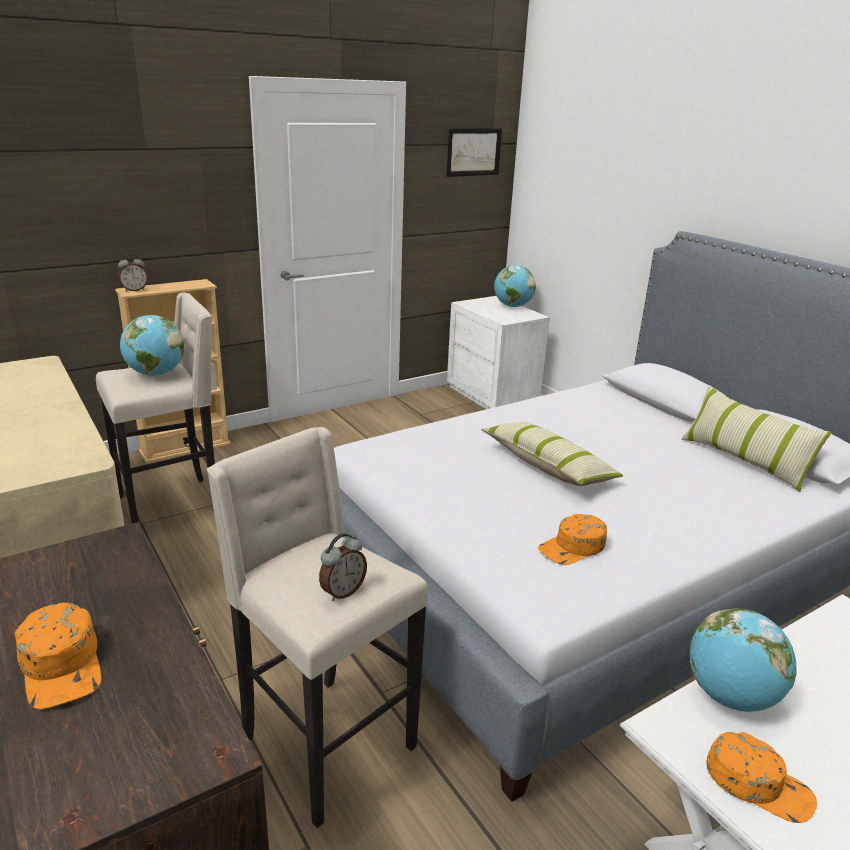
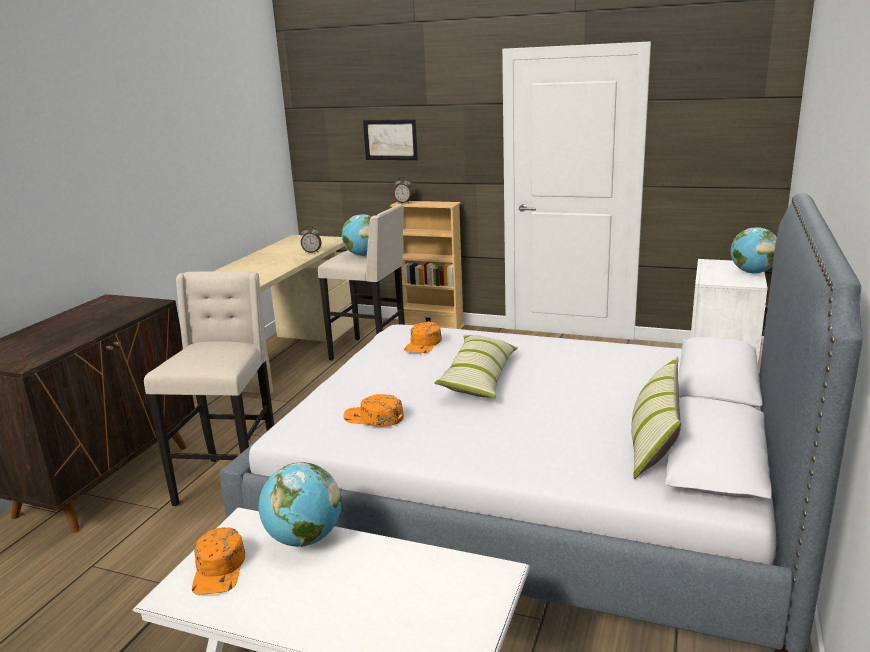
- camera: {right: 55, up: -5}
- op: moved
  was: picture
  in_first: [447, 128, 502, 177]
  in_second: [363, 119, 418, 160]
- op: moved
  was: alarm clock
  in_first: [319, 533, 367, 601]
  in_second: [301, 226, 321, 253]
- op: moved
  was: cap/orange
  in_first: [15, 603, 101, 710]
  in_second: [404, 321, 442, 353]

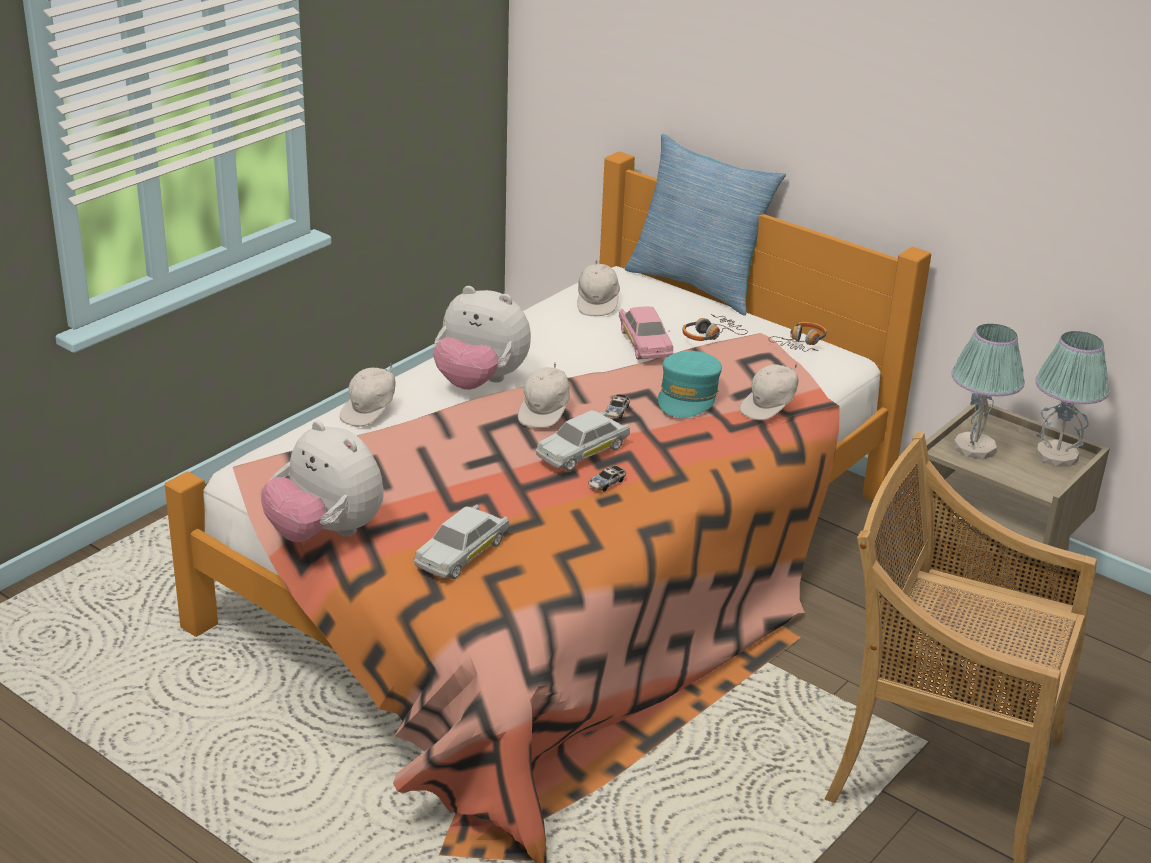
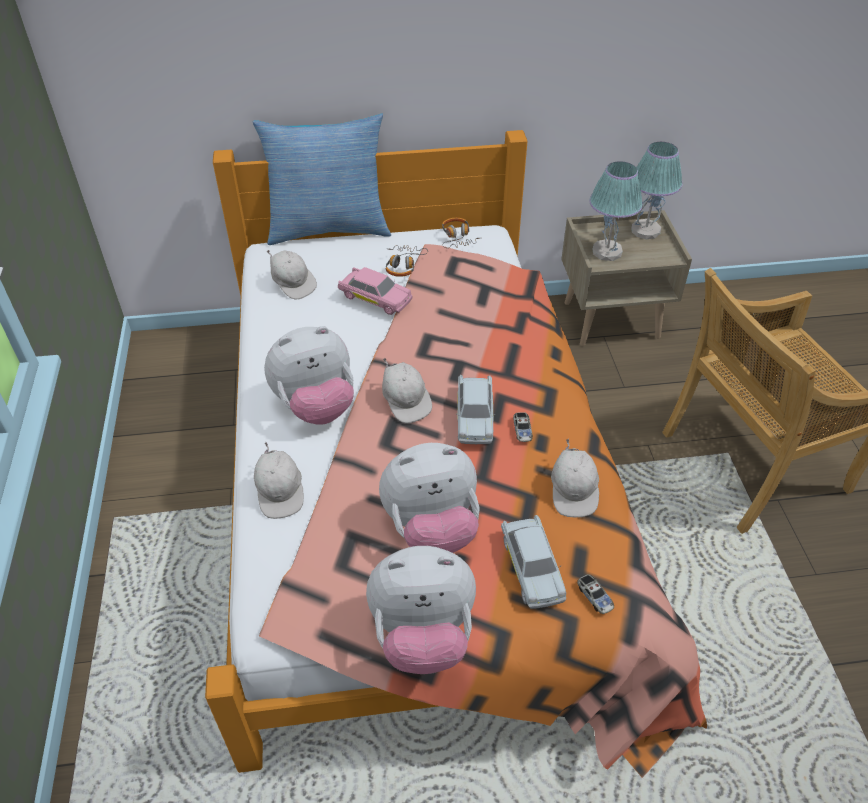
- camera: {right: -45, up: 15}
- op: removed
  was: cap/turquoise
  in_first: [658, 351, 722, 418]
- op: moved
  was: cap/white
  in_first: [739, 364, 799, 420]
  in_second: [551, 439, 599, 518]
- op: moved
  was: toy car
  in_first: [606, 394, 630, 418]
  in_second: [577, 574, 614, 614]
- op: added
  now: plush toy
  in_second: [379, 443, 480, 553]

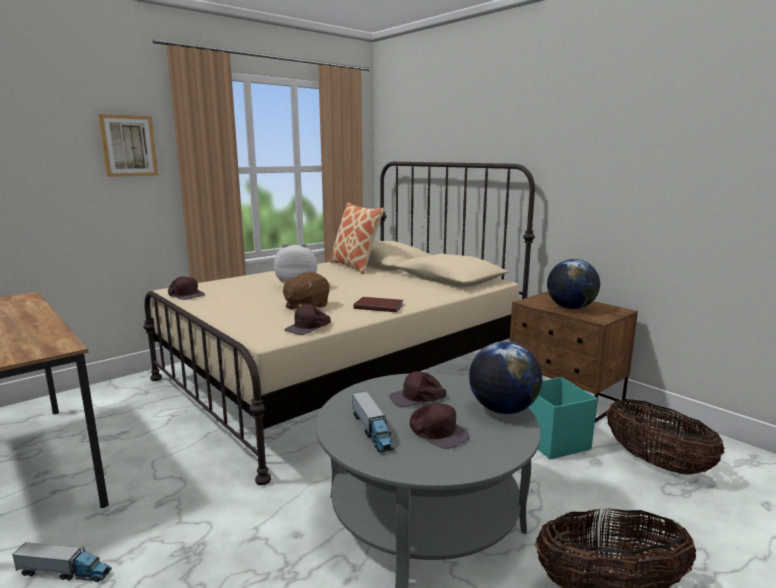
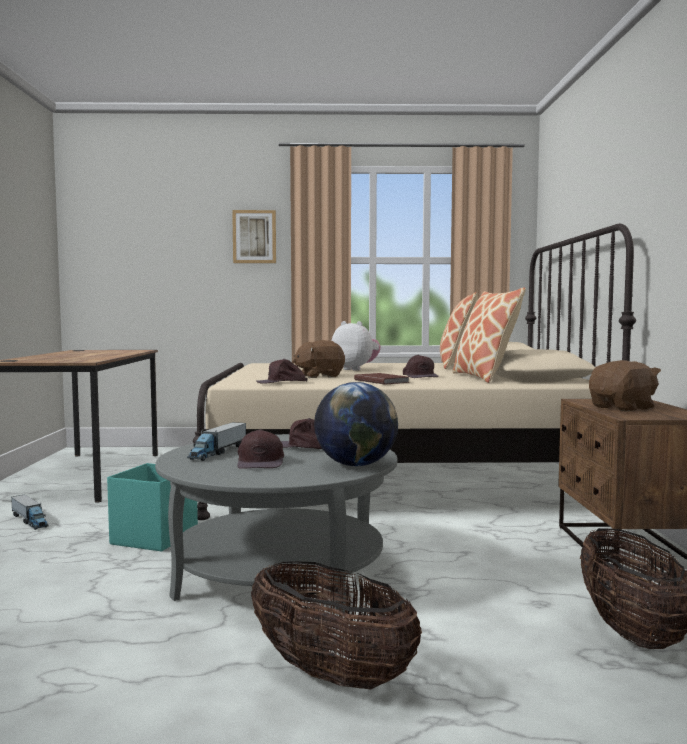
- camera: {right: 40, up: -10}
- op: replaced
  was: globe
  now: plush toy/brown
  in_first: [547, 259, 600, 309]
  in_second: [589, 360, 661, 412]
- op: moved
  was: cap/brown
  in_first: [168, 276, 205, 300]
  in_second: [403, 355, 439, 378]
- op: moved
  was: storage box/turquoise
  in_first: [528, 377, 597, 459]
  in_second: [107, 463, 198, 551]
- op: added
  now: pillow
  in_second: [452, 287, 526, 383]

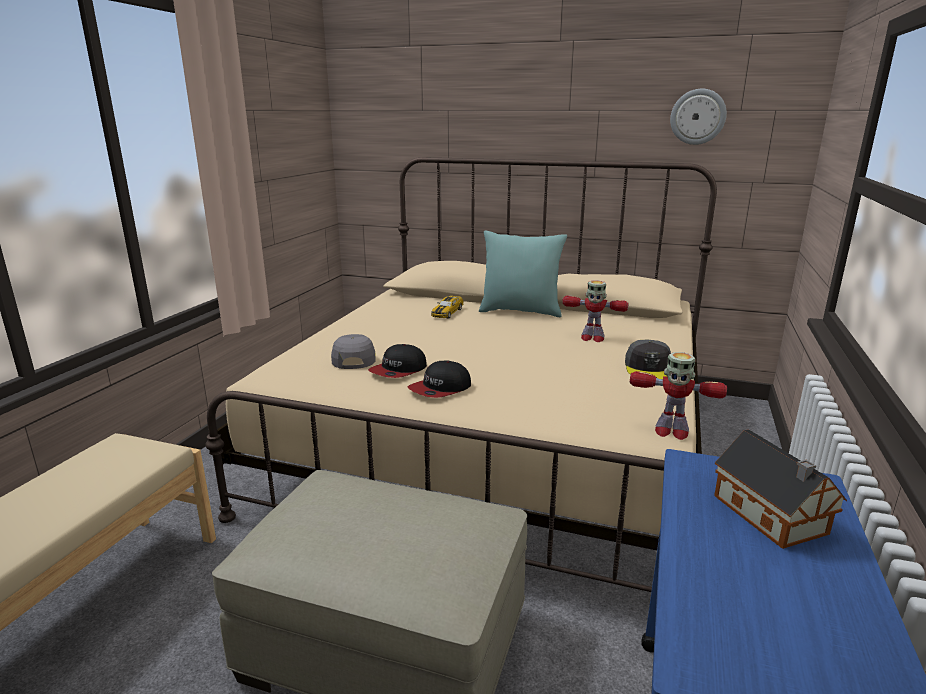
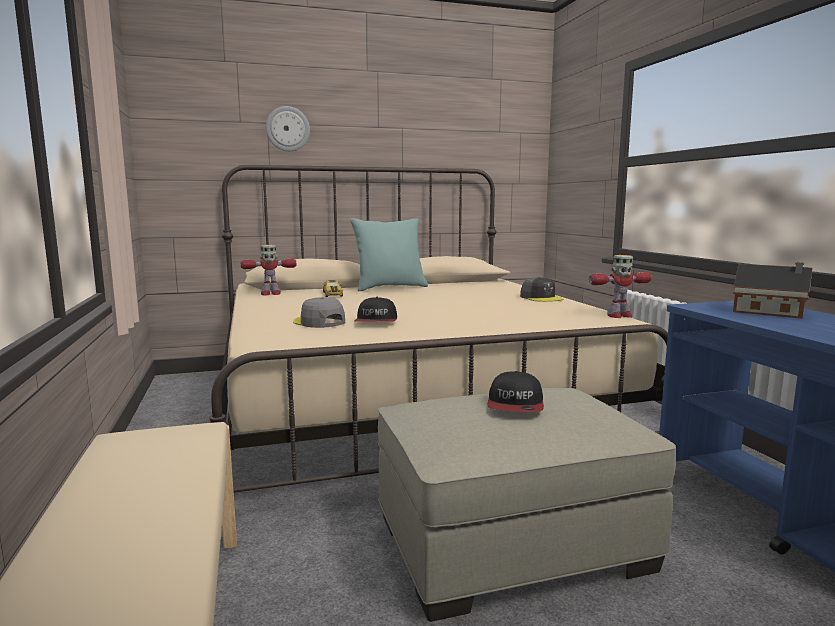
- camera: {right: -35, up: -10}
- op: moved
  was: wall clock
  in_first: [670, 89, 727, 145]
  in_second: [266, 106, 310, 151]
- op: moved
  was: toy robot
  in_first: [562, 280, 629, 342]
  in_second: [241, 245, 296, 296]
- op: moved
  was: cap
  in_first: [408, 361, 471, 398]
  in_second: [488, 371, 544, 412]

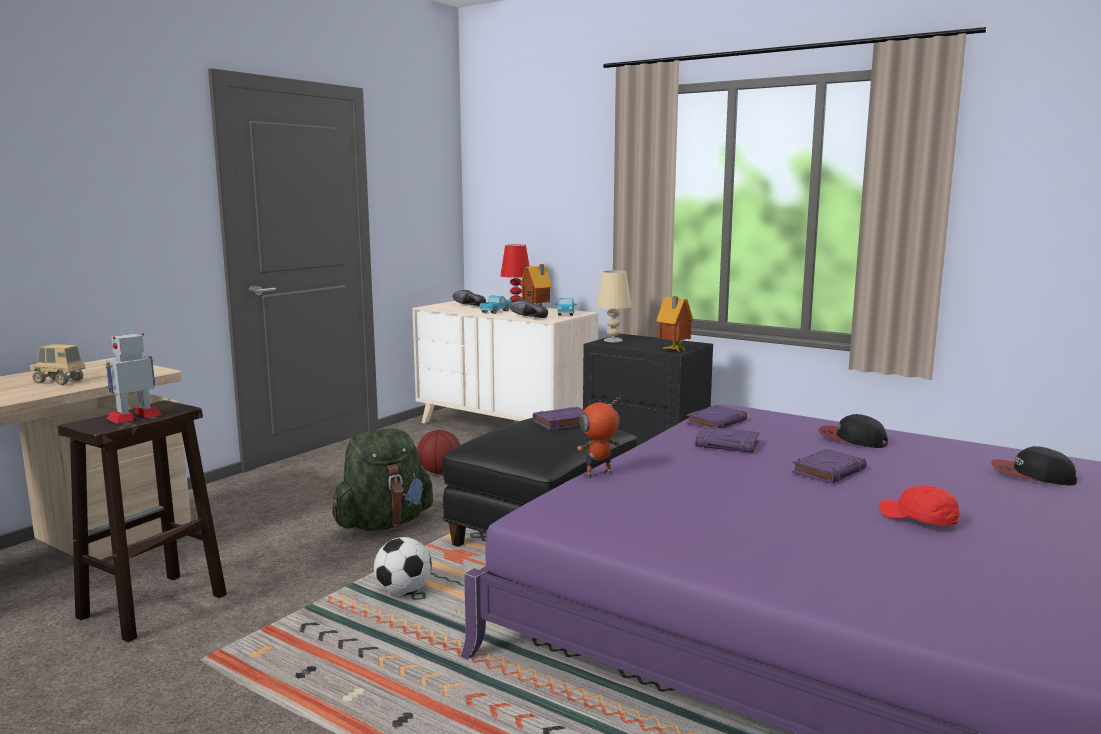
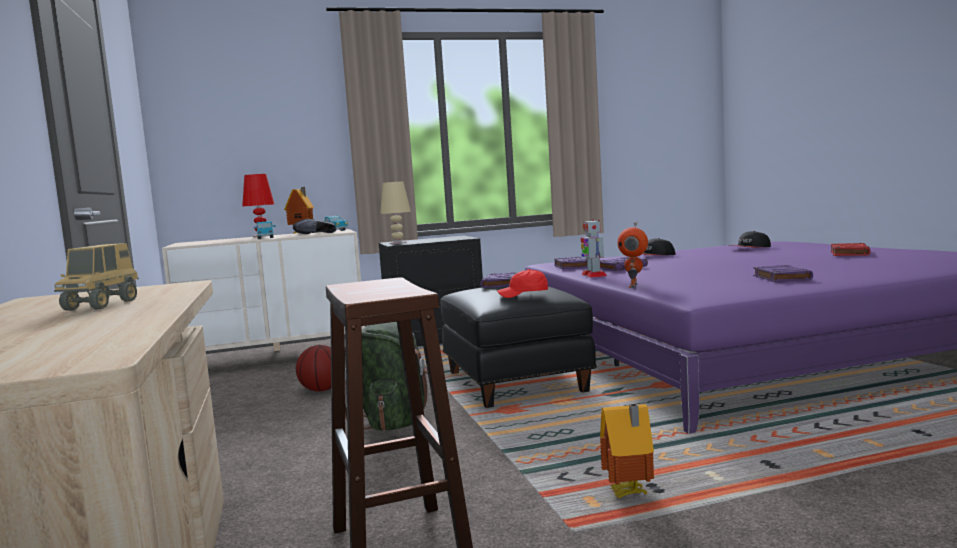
- camera: {right: -50, up: -5}
- op: removed
  was: shoe/black
  in_first: [452, 290, 486, 306]
- op: moved
  was: toy house
  in_first: [656, 296, 694, 352]
  in_second: [600, 404, 654, 498]
- op: moved
  was: toy robot
  in_first: [104, 333, 162, 423]
  in_second: [581, 219, 607, 278]
- op: turned
  was: toy truck
  in_first: [29, 344, 85, 385]
  in_second: [54, 243, 139, 311]
  clockwise: -45
- op: moved
  was: book/purple
  in_first: [792, 449, 867, 484]
  in_second: [753, 265, 813, 283]
- op: moved
  was: cap/red
  in_first: [879, 485, 960, 526]
  in_second: [497, 269, 548, 298]
- op: removed
  was: football
  in_first: [374, 537, 432, 596]
- op: added
  now: book/red
  in_second: [831, 243, 871, 256]

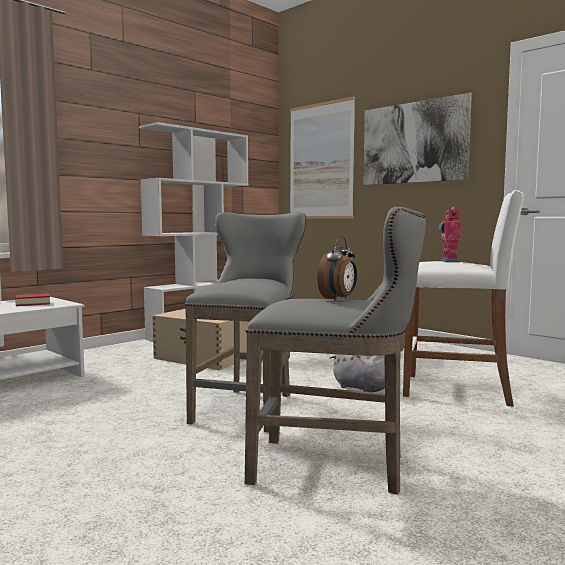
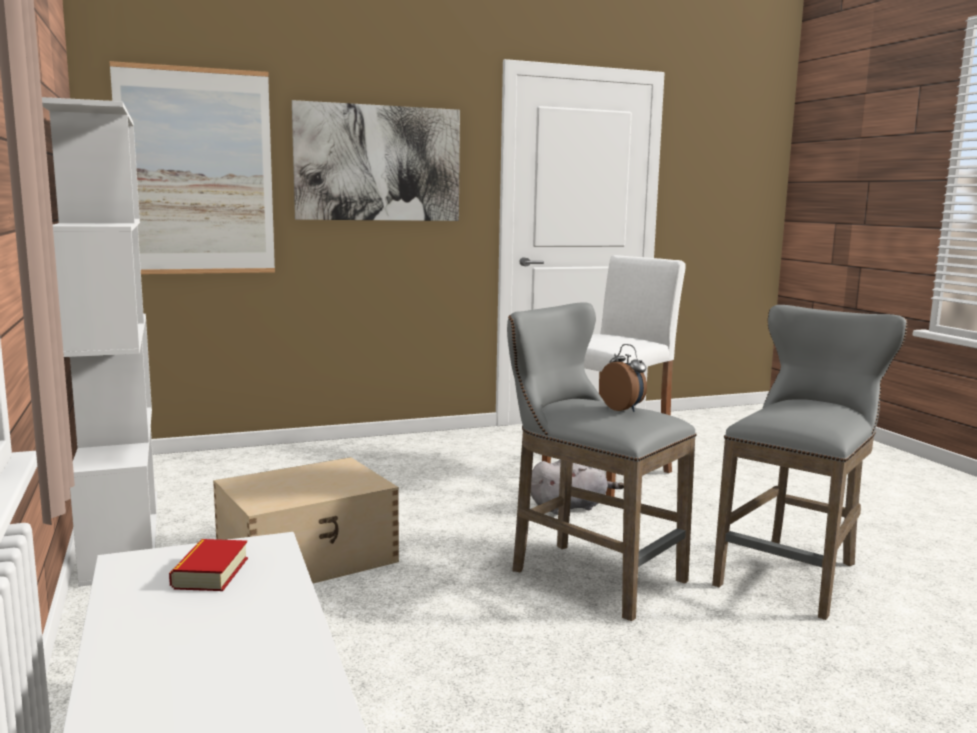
- camera: {right: -65, up: 5}
- op: removed
  was: toy robot
  in_first: [439, 207, 461, 262]
- op: moved
  was: alarm clock
  in_first: [317, 237, 357, 301]
  in_second: [599, 344, 647, 412]

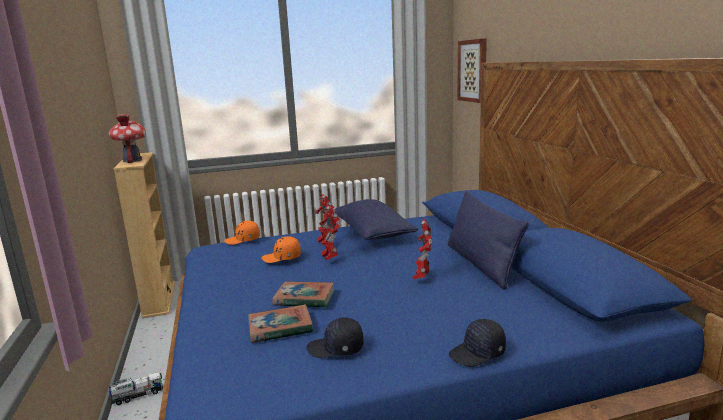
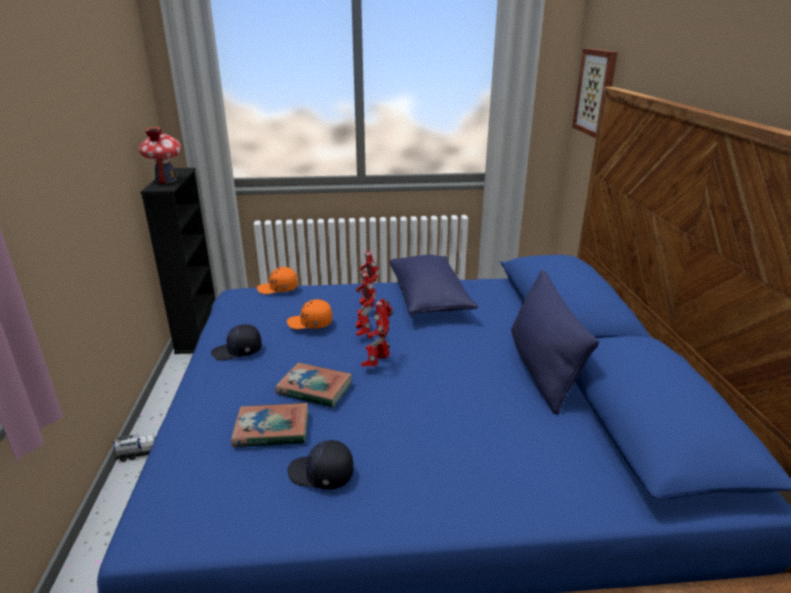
- camera: {right: 10, up: 10}
- op: recoloured
  was: bookcase/beige
  now: bookcase/black
  in_first: [113, 152, 175, 318]
  in_second: [141, 168, 215, 354]
- op: moved
  was: toy robot
  in_first: [413, 219, 432, 280]
  in_second: [361, 298, 393, 367]
- op: moved
  was: cap/black
  in_first: [449, 319, 506, 367]
  in_second: [211, 324, 262, 361]

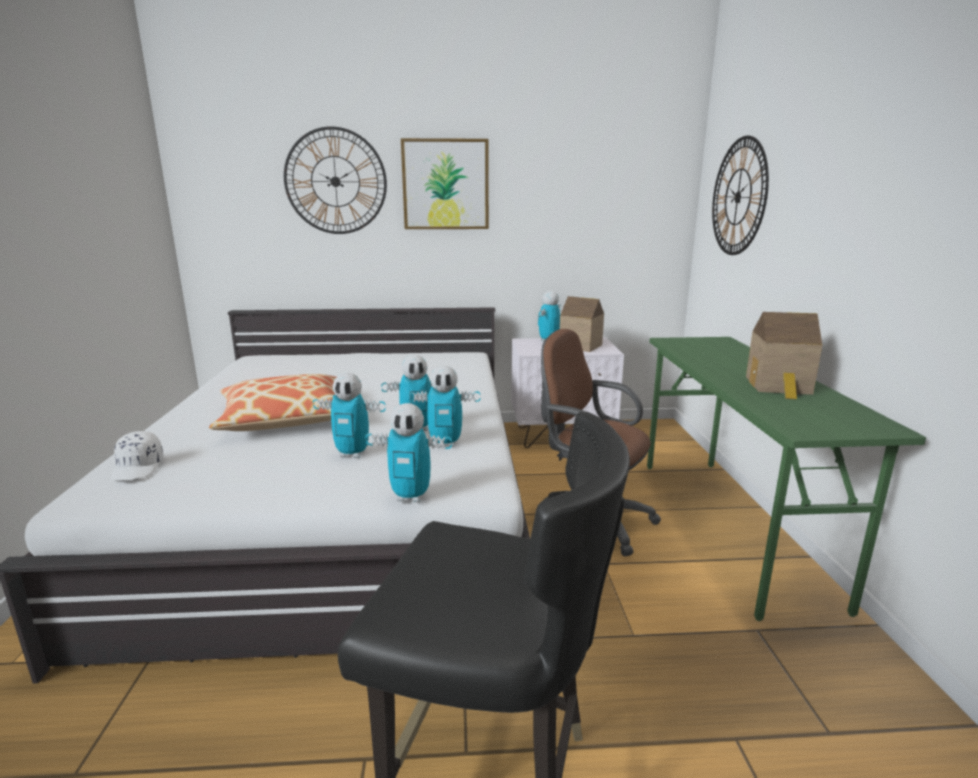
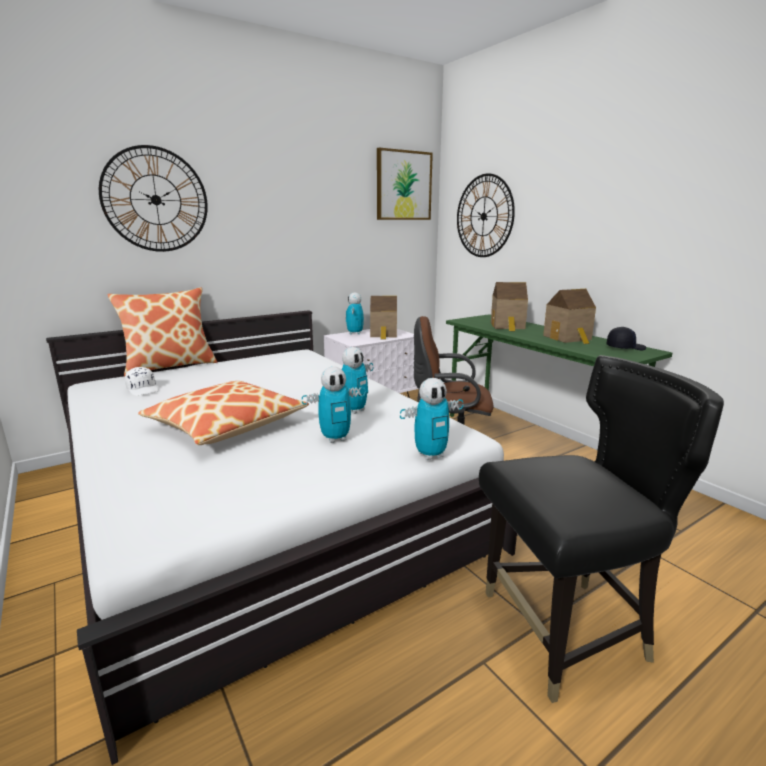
- camera: {right: -30, up: 0}
- op: moved
  was: picture
  in_first: [401, 138, 489, 229]
  in_second: [377, 148, 433, 220]
- op: removed
  was: toy robot
  in_first: [409, 366, 481, 447]
- op: moved
  was: cap/white
  in_first: [111, 431, 164, 480]
  in_second: [125, 367, 159, 396]
- op: added
  now: toy house
  in_second: [491, 282, 528, 331]
- op: added
  now: pillow
  in_second: [108, 287, 217, 377]
- op: added
  now: cap/black
  in_second: [606, 327, 646, 350]

